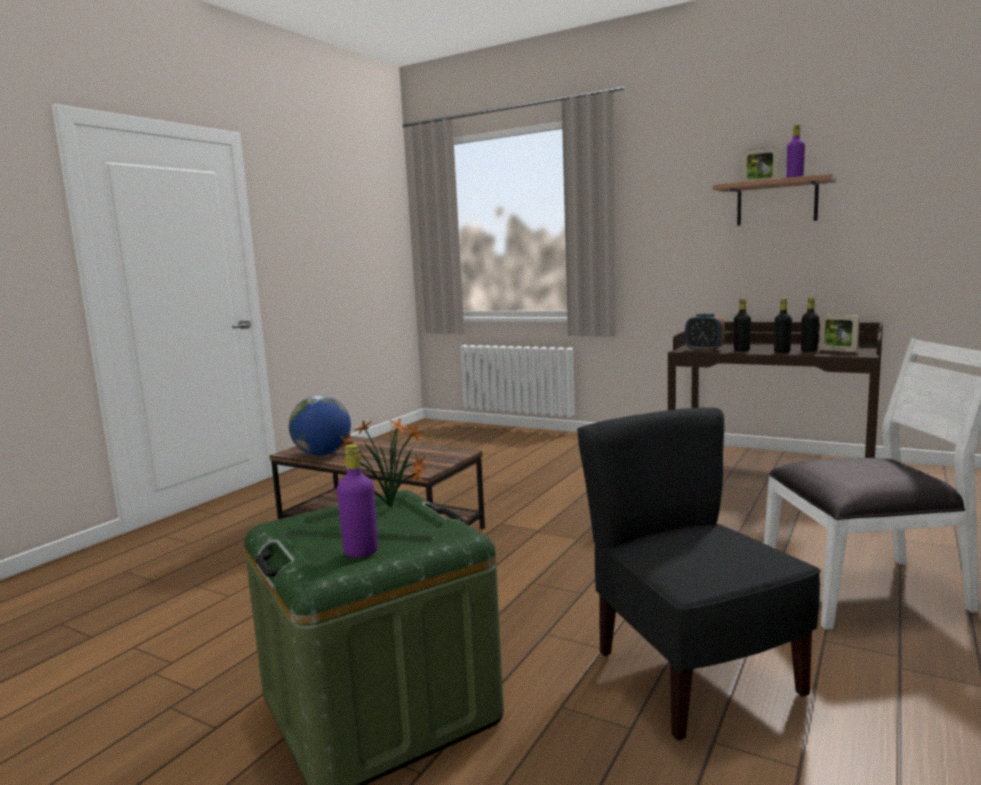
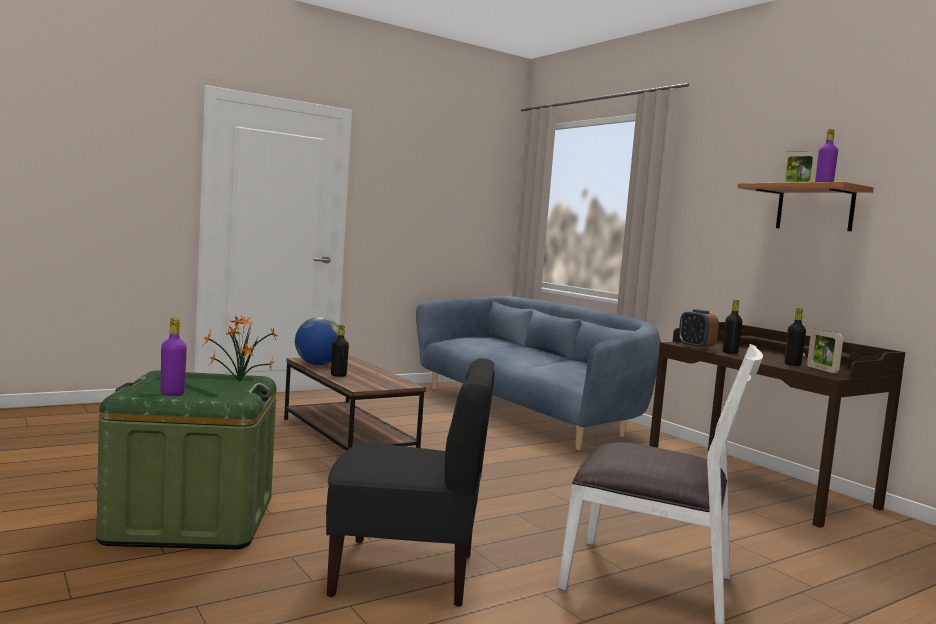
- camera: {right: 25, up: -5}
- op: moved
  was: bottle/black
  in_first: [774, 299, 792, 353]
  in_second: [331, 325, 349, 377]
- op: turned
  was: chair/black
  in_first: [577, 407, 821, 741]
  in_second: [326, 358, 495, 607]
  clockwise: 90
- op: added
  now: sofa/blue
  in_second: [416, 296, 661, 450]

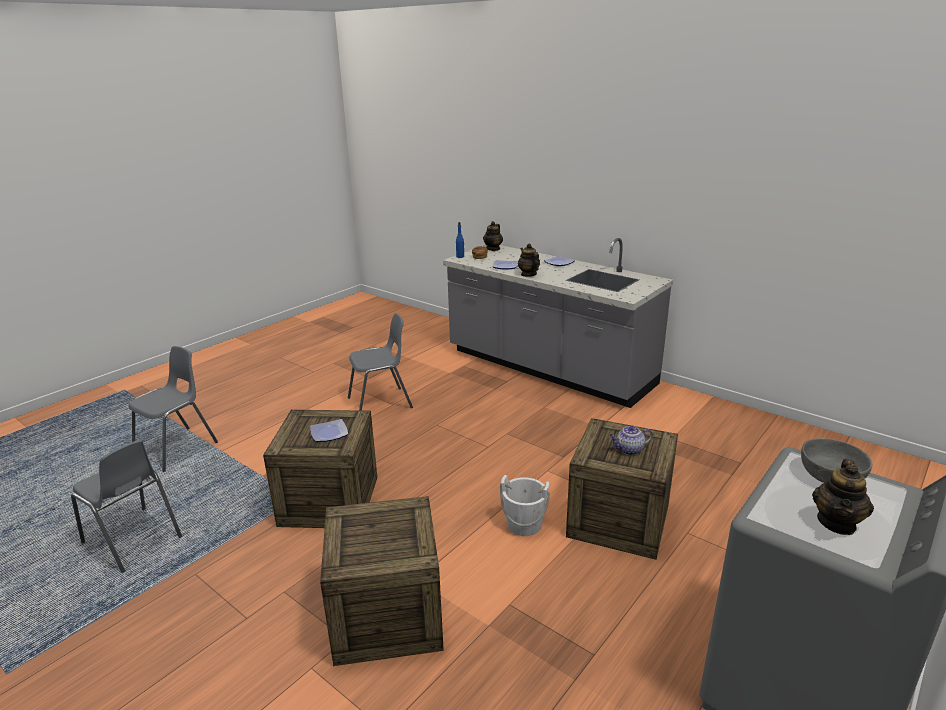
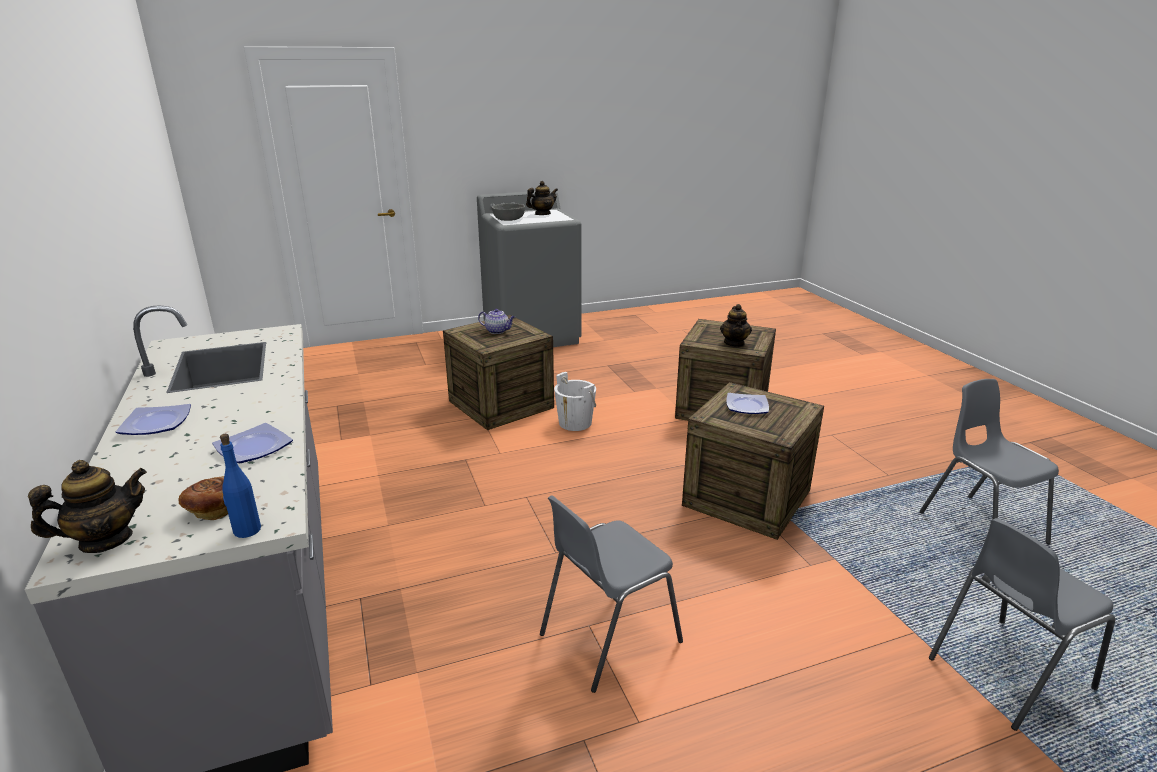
- camera: {right: -150, up: 0}
- op: moved
  was: teapot
  in_first: [518, 243, 540, 277]
  in_second: [720, 304, 752, 347]
- op: turned
  was: chair/grey
  in_first: [348, 313, 413, 411]
  in_second: [540, 495, 683, 693]
  clockwise: -45

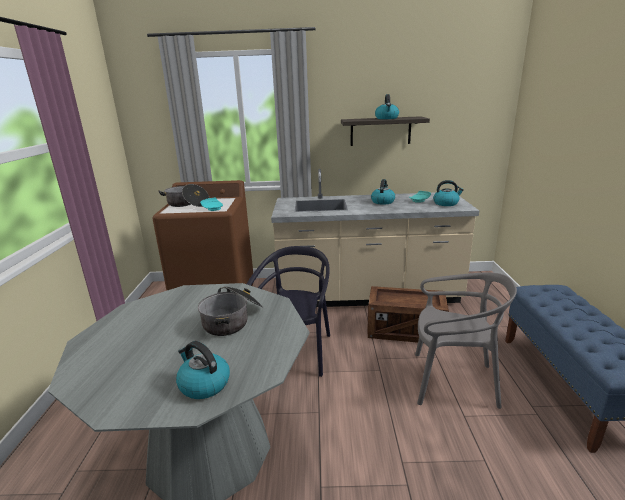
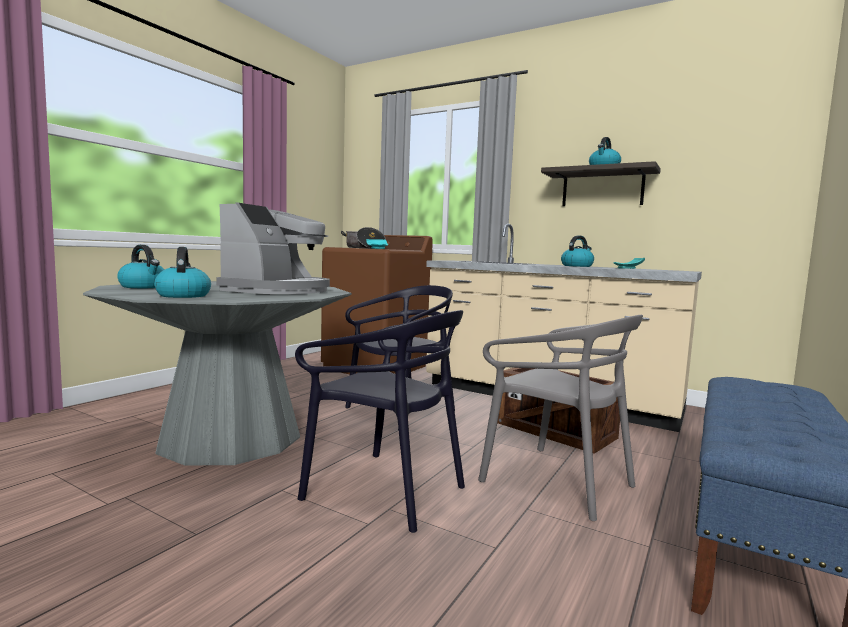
- camera: {right: 30, up: -15}
- op: moved
  was: kettle
  in_first: [433, 180, 464, 206]
  in_second: [117, 245, 165, 288]
- op: replaced
  was: cooking pot
  now: coffee machine
  in_first: [198, 286, 263, 336]
  in_second: [216, 202, 330, 294]
- op: added
  now: chair/black
  in_second: [295, 310, 465, 533]

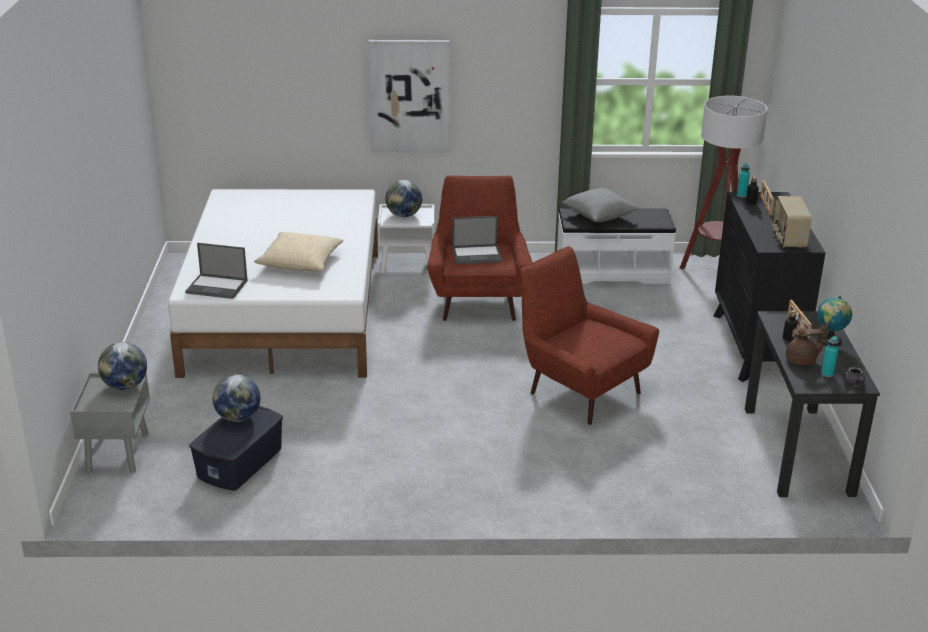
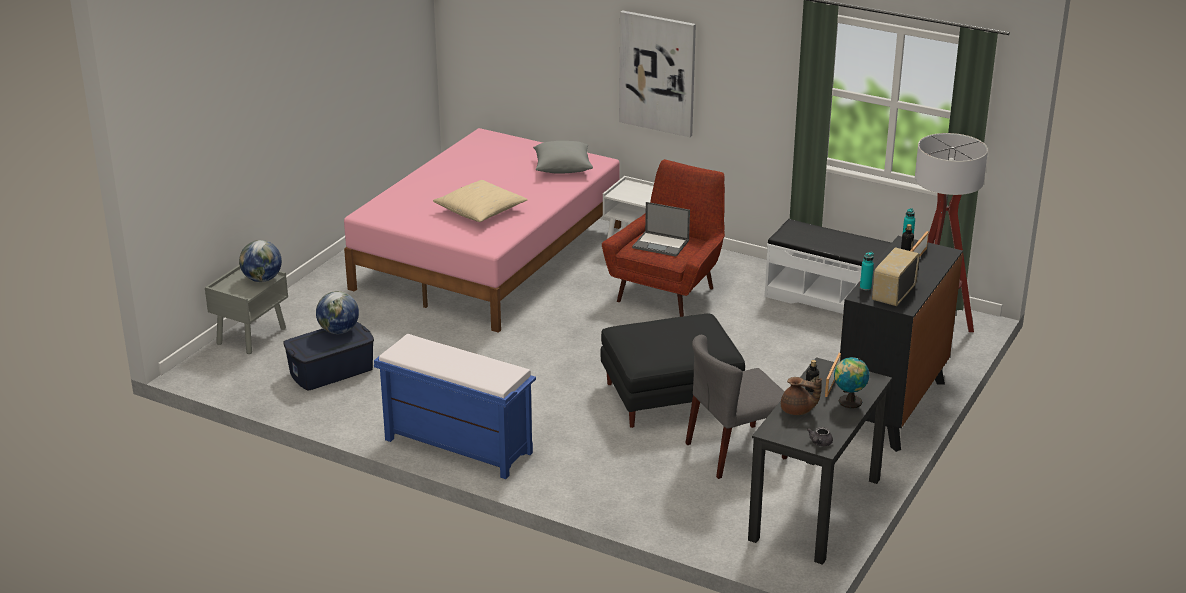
- camera: {right: 30, up: 0}
- op: removed
  was: globe
  in_first: [386, 180, 422, 217]
- op: moved
  was: pillow/grey
  in_first: [561, 188, 639, 222]
  in_second: [533, 141, 593, 174]
- op: recoloured
  was: bed/white
  now: bed/pink
  in_first: [168, 189, 378, 378]
  in_second: [344, 128, 621, 333]
- op: removed
  was: laptop
  in_first: [185, 243, 247, 299]
- op: replaced
  was: armchair/red
  now: ottoman/black
  in_first: [520, 246, 659, 425]
  in_second: [601, 313, 745, 428]
- op: moved
  was: bottle/turquoise
  in_first: [821, 336, 838, 377]
  in_second: [860, 252, 874, 290]
- op: added
  now: bench/blue
  in_second: [374, 334, 536, 479]
- op: added
  now: chair/grey
  in_second: [685, 335, 787, 479]

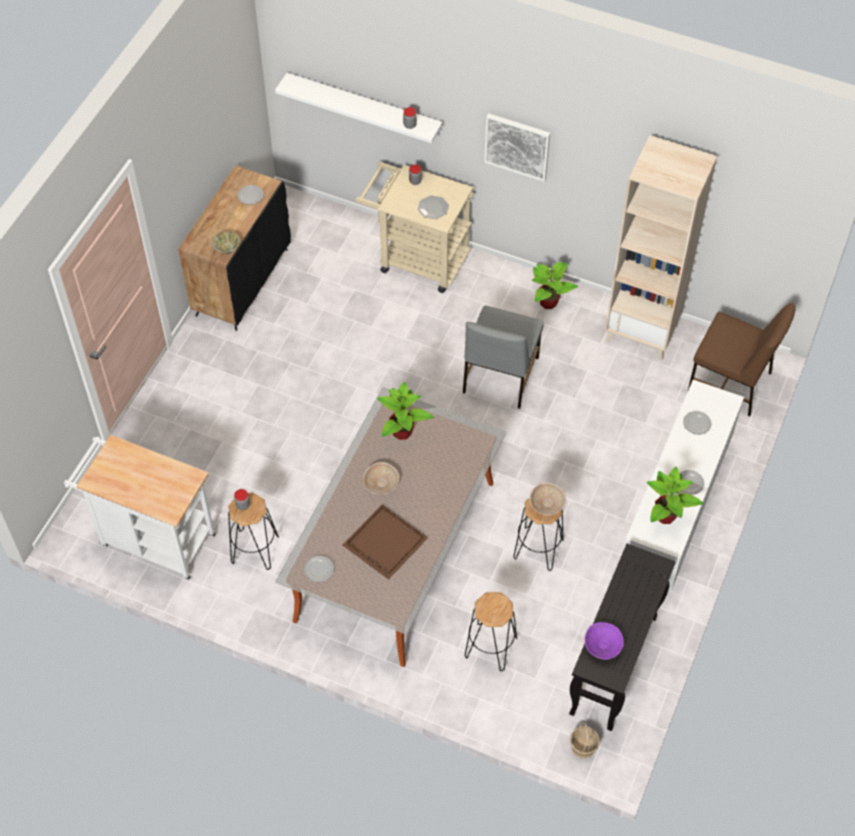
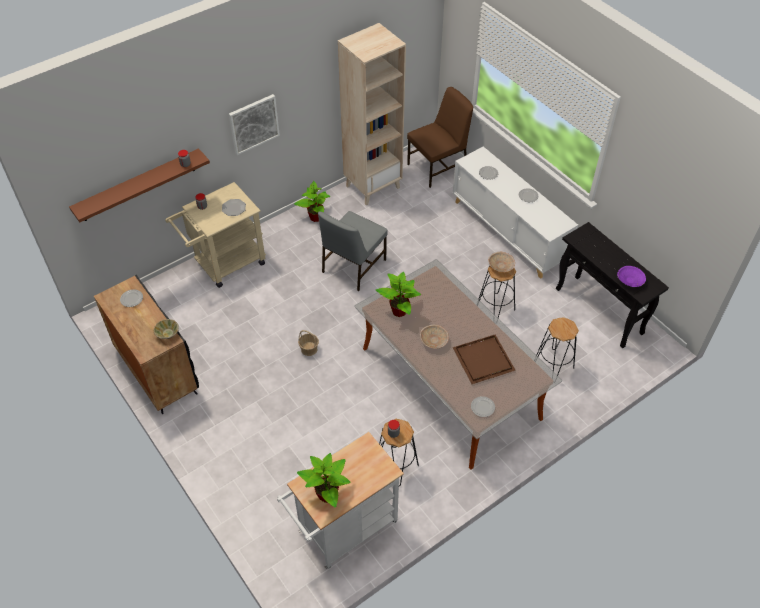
- camera: {right: -60, up: -5}
- op: recoloured
  was: shelf/white
  now: shelf/brown
  in_first: [275, 73, 442, 143]
  in_second: [69, 148, 210, 223]
- op: turned
  was: chair/grey
  in_first: [463, 305, 544, 409]
  in_second: [318, 211, 388, 291]
  clockwise: 75
- op: moved
  was: potted plant
  in_first: [647, 467, 704, 524]
  in_second: [297, 453, 351, 507]
- op: moved
  was: basket
  in_first: [570, 722, 600, 759]
  in_second: [298, 330, 319, 356]

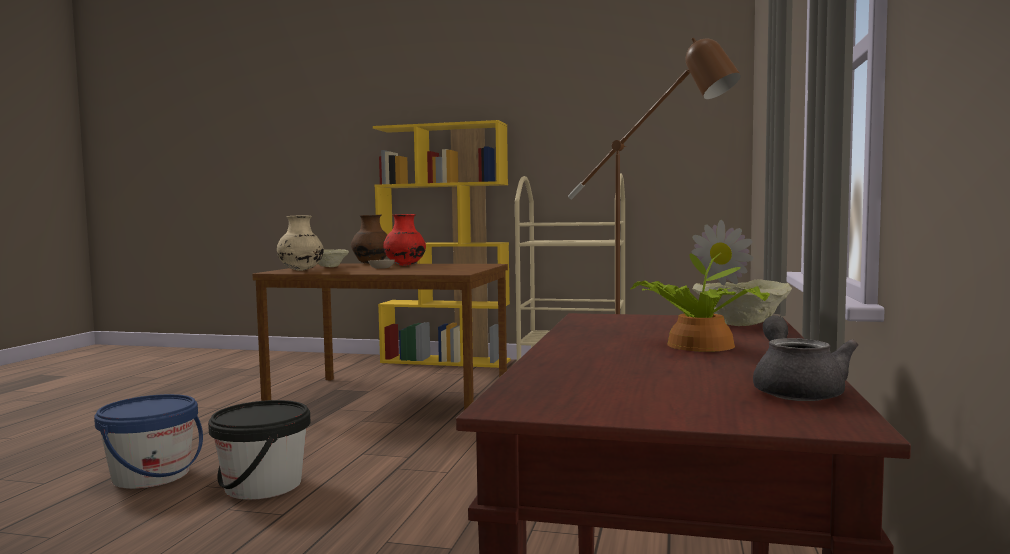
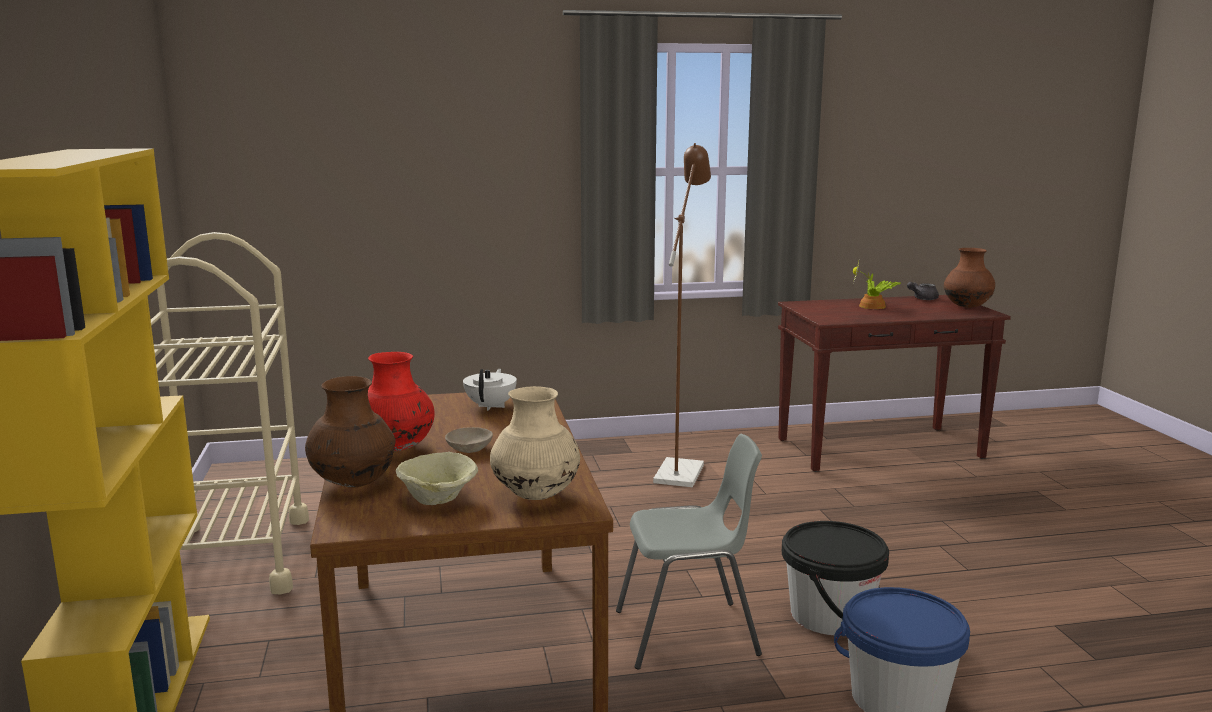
- camera: {right: -115, up: 10}
- op: removed
  was: bowl/beige
  in_first: [693, 279, 792, 326]
- op: added
  now: vase/brown
  in_second: [944, 248, 995, 308]
- op: added
  now: teapot/white
  in_second: [463, 369, 517, 411]
- op: added
  now: chair/grey
  in_second: [616, 434, 762, 670]

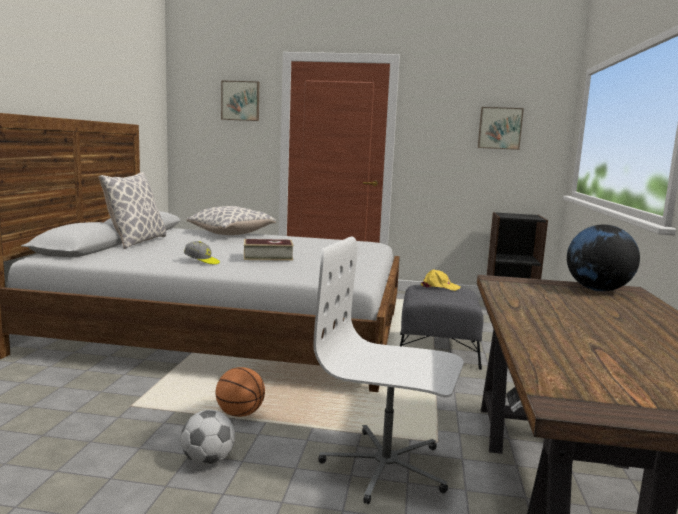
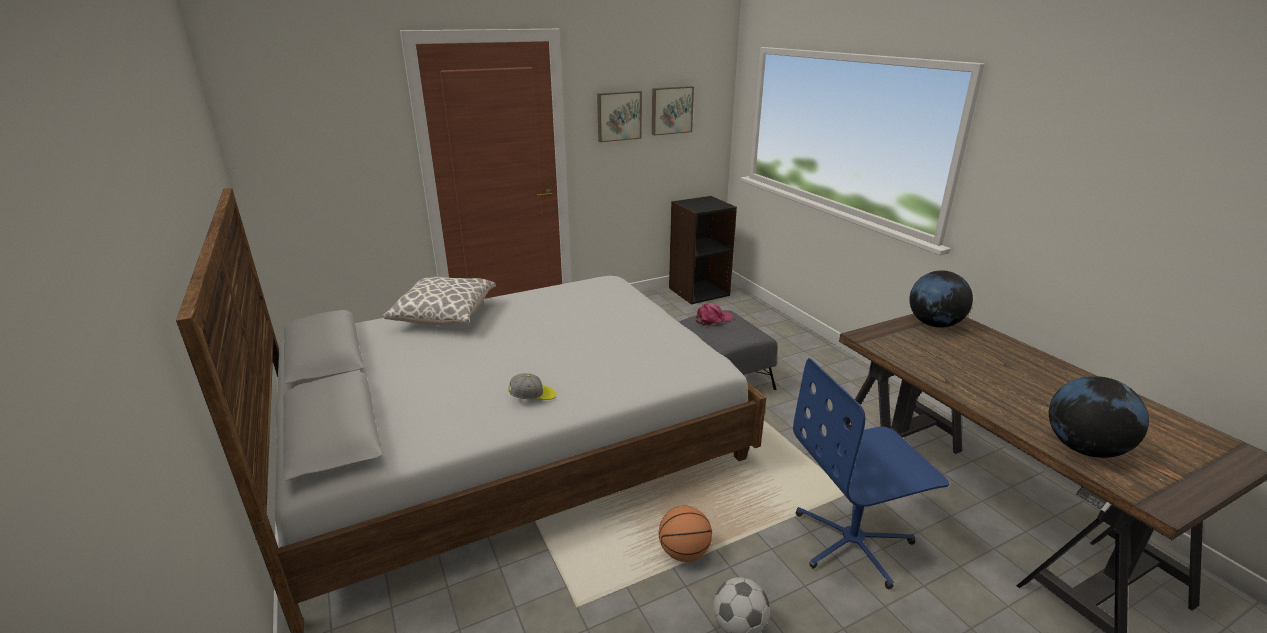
- camera: {right: -35, up: 15}
- op: moved
  was: picture
  in_first: [221, 80, 259, 121]
  in_second: [597, 91, 642, 142]
- op: removed
  was: pillow
  in_first: [98, 172, 166, 249]
- op: recoloured
  was: office chair/white
  now: office chair/blue
  in_first: [313, 236, 464, 504]
  in_second: [793, 358, 949, 589]
- op: removed
  was: book
  in_first: [244, 239, 294, 261]
- op: recoloured
  was: cap/yellow
  now: cap/pink
  in_first: [421, 269, 460, 291]
  in_second: [696, 303, 733, 326]
- op: added
  now: globe
  in_second: [1049, 376, 1149, 458]

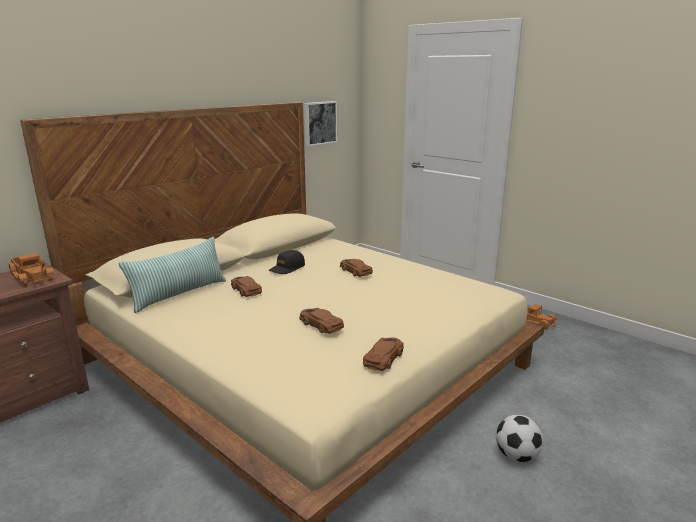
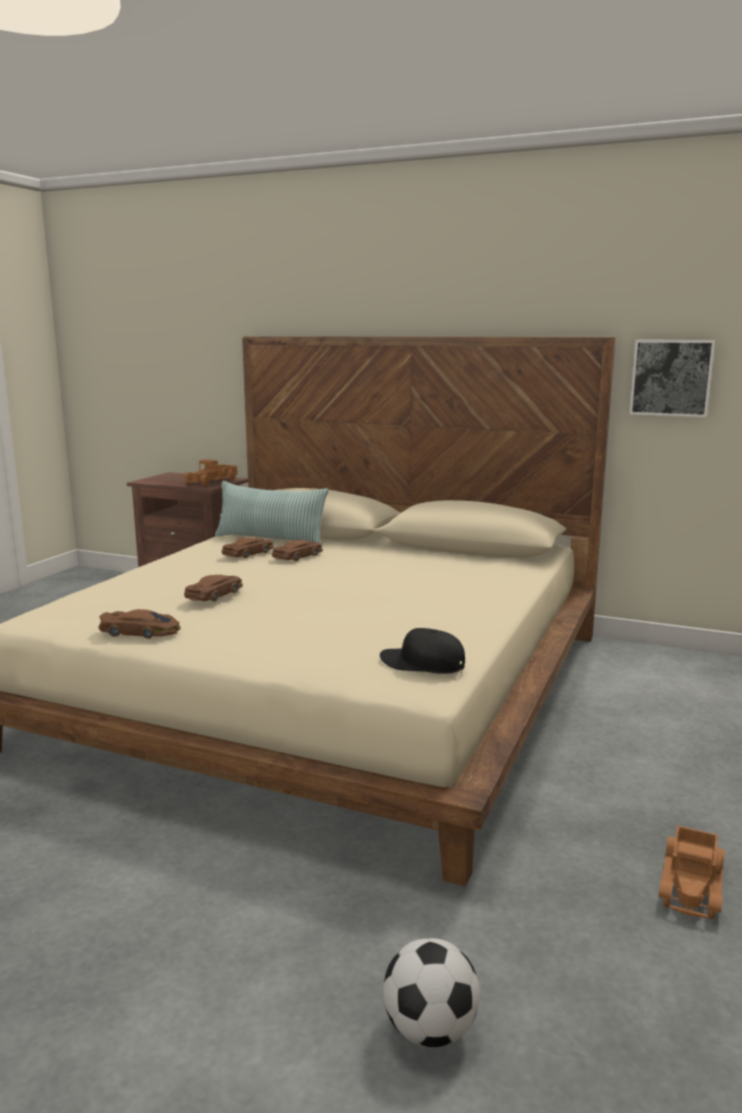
- camera: {right: 70, up: -5}
- op: moved
  was: cap/black
  in_first: [269, 250, 305, 274]
  in_second: [380, 628, 465, 674]
- op: moved
  was: toy car/brown
  in_first: [340, 259, 373, 277]
  in_second: [222, 537, 274, 558]
- op: moved
  was: football
  in_first: [496, 415, 543, 462]
  in_second: [383, 938, 480, 1047]

